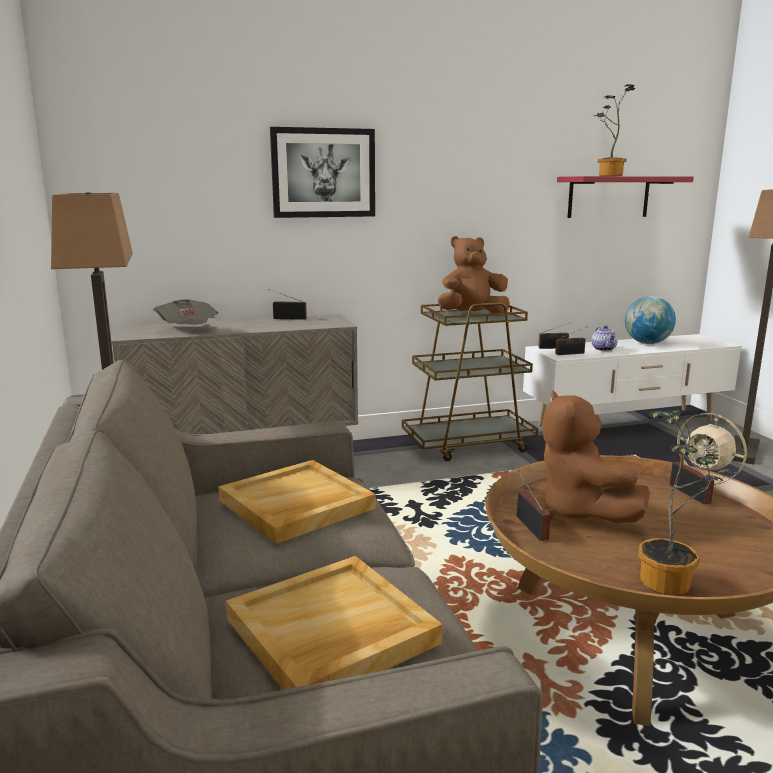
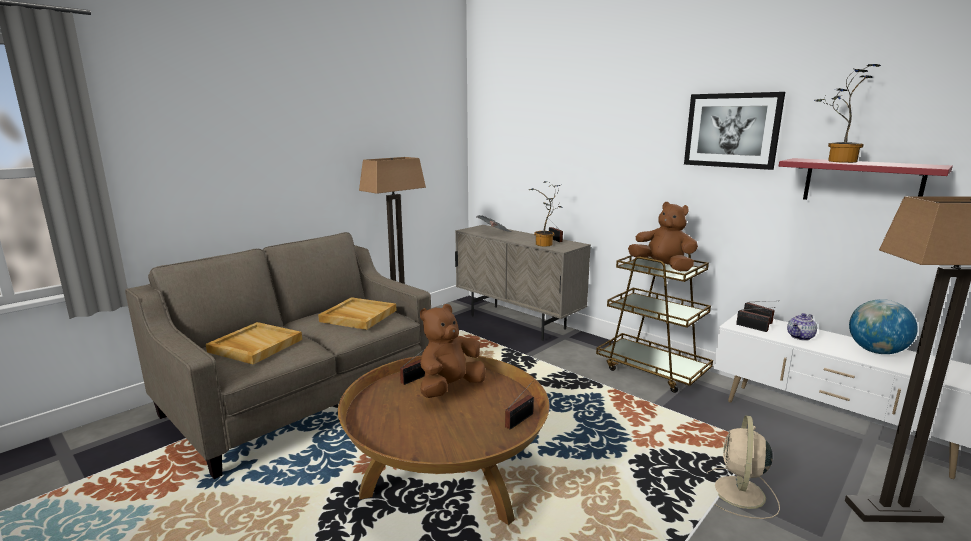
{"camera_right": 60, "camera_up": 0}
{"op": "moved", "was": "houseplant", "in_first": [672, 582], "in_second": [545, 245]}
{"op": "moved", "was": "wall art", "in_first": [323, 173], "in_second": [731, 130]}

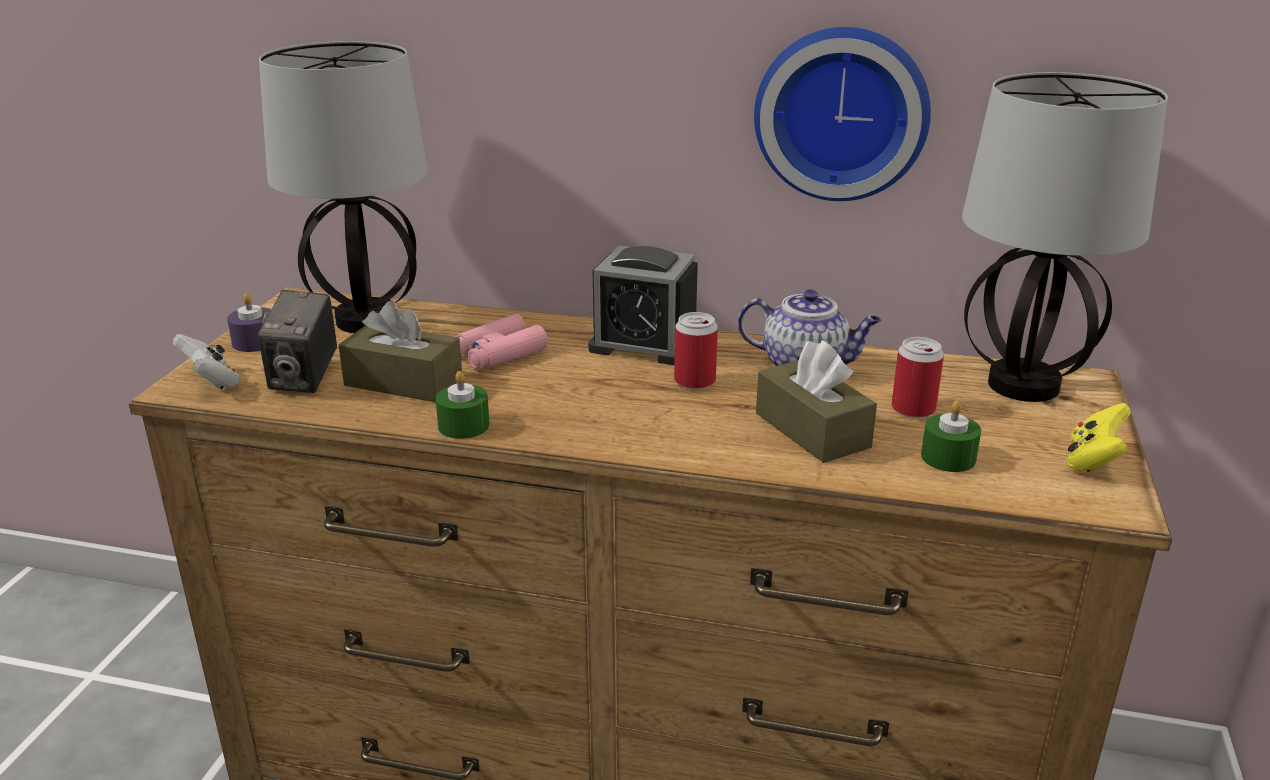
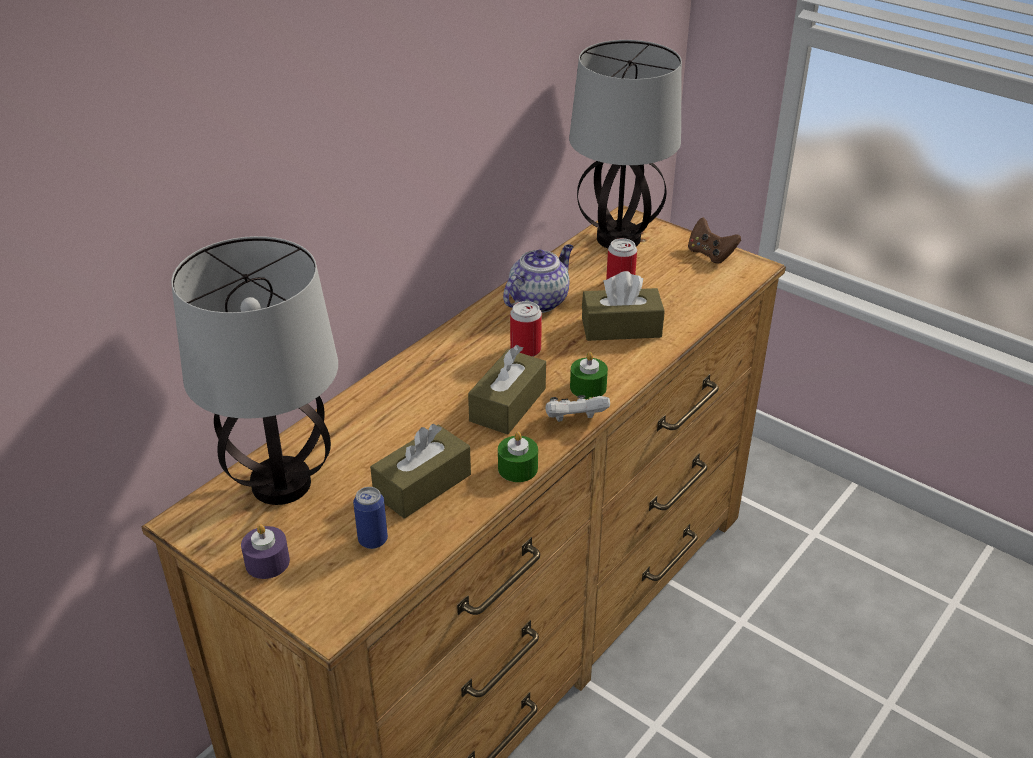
{"camera_right": -65, "camera_up": 10}
{"op": "replaced", "was": "photo camera", "now": "can", "in_first": [305, 378], "in_second": [373, 540]}
{"op": "added", "now": "brownish box of tissues", "in_second": [508, 405]}
{"op": "moved", "was": "white gamepad", "in_first": [212, 382], "in_second": [575, 420]}
{"op": "moved", "was": "green candle", "in_first": [948, 457], "in_second": [588, 387]}
{"op": "recoloured", "was": "yellow-coloured gamepad", "now": "brownish gamepad", "in_first": [1093, 461], "in_second": [710, 254]}
{"op": "removed", "was": "pink pair of binoculars", "in_first": [497, 353]}
{"op": "removed", "was": "alarm clock", "in_first": [644, 344]}
{"op": "removed", "was": "hanging clock", "in_first": [841, 113]}

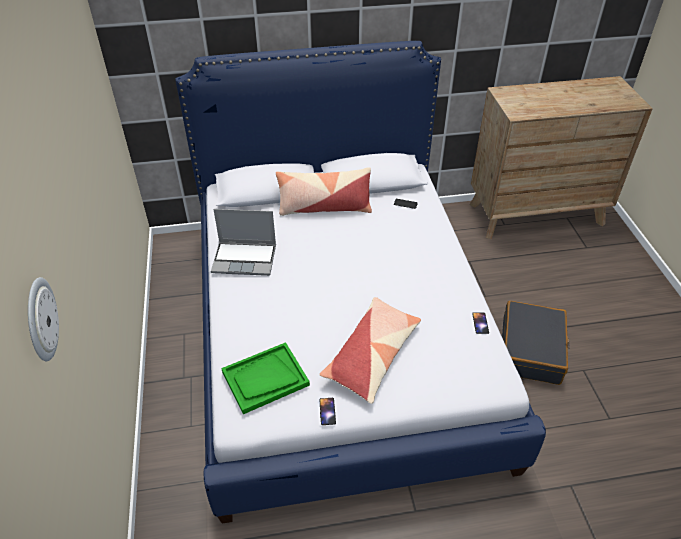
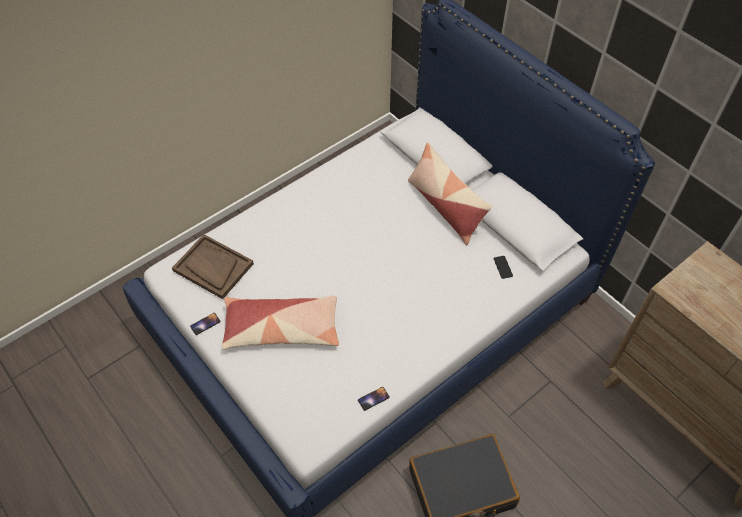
{"camera_right": 60, "camera_up": 10}
{"op": "recoloured", "was": "green serving tray", "now": "brownish serving tray", "in_first": [265, 379], "in_second": [213, 267]}
{"op": "removed", "was": "hanging clock", "in_first": [40, 319]}
{"op": "removed", "was": "portable computer", "in_first": [245, 259]}

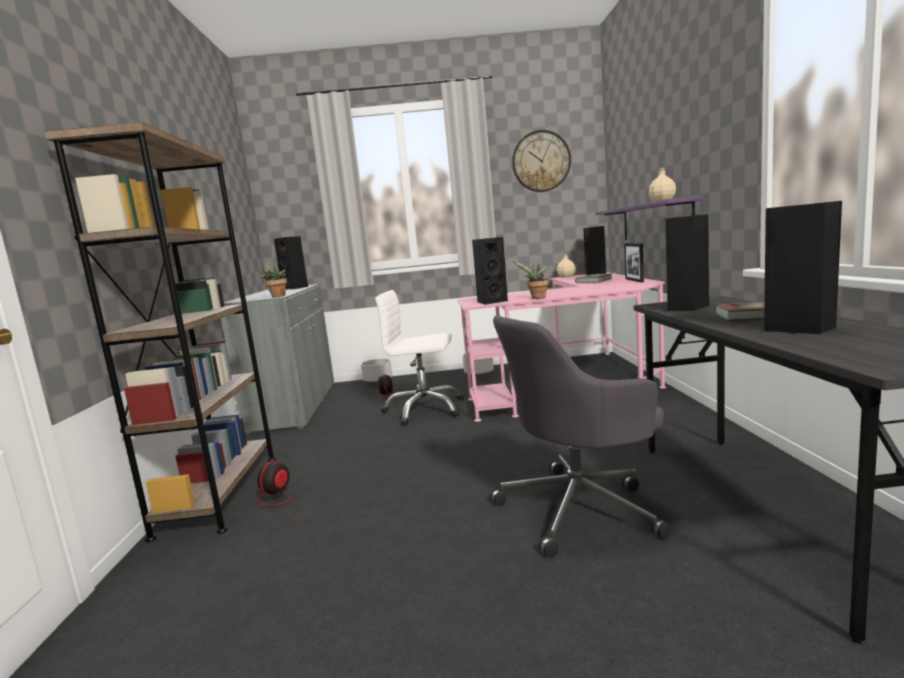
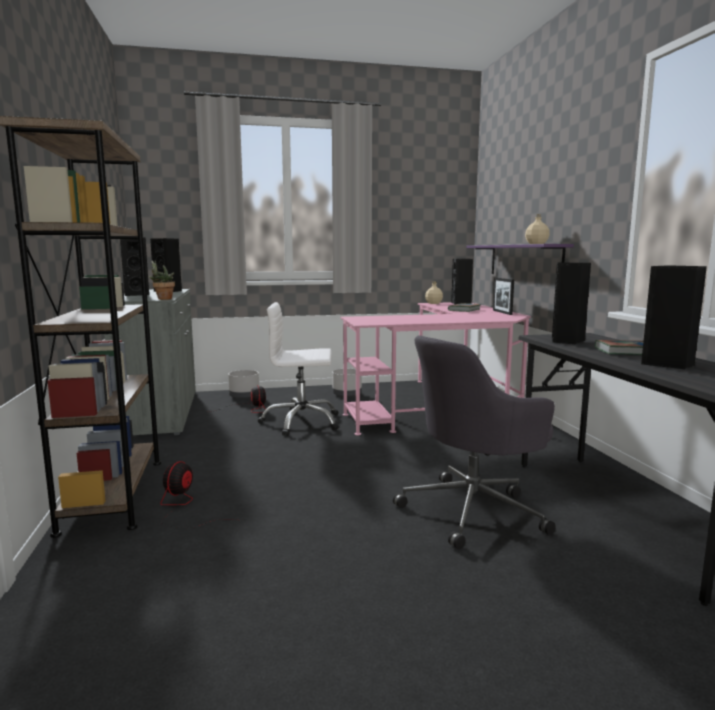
{"camera_right": -10, "camera_up": 0}
{"op": "moved", "was": "black-coloured audio speaker", "in_first": [491, 302], "in_second": [135, 294]}
{"op": "removed", "was": "hanging clock", "in_first": [541, 161]}
{"op": "removed", "was": "houseplant", "in_first": [537, 298]}

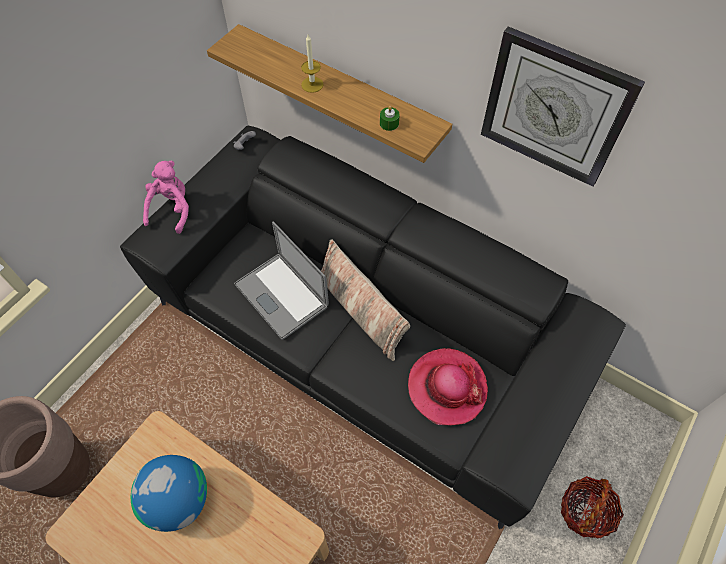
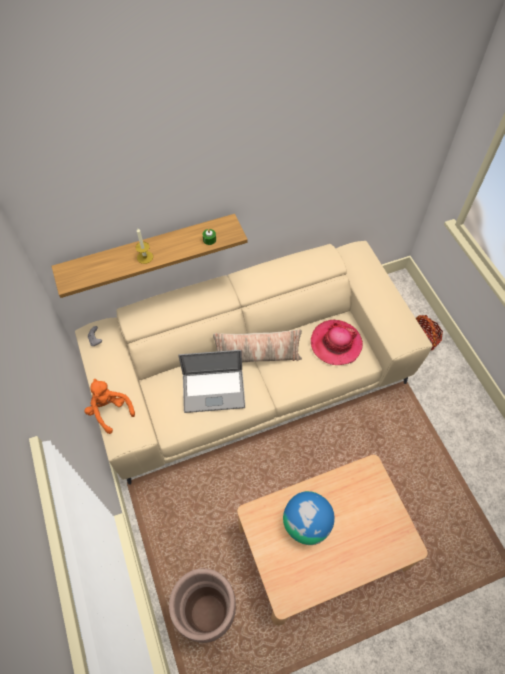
{"camera_right": -55, "camera_up": 0}
{"op": "recoloured", "was": "black-coloured sofa", "now": "beige sofa", "in_first": [364, 340], "in_second": [252, 379]}
{"op": "recoloured", "was": "pink plush toy", "now": "orange plush toy", "in_first": [172, 209], "in_second": [110, 410]}
{"op": "removed", "was": "hanging clock", "in_first": [554, 108]}

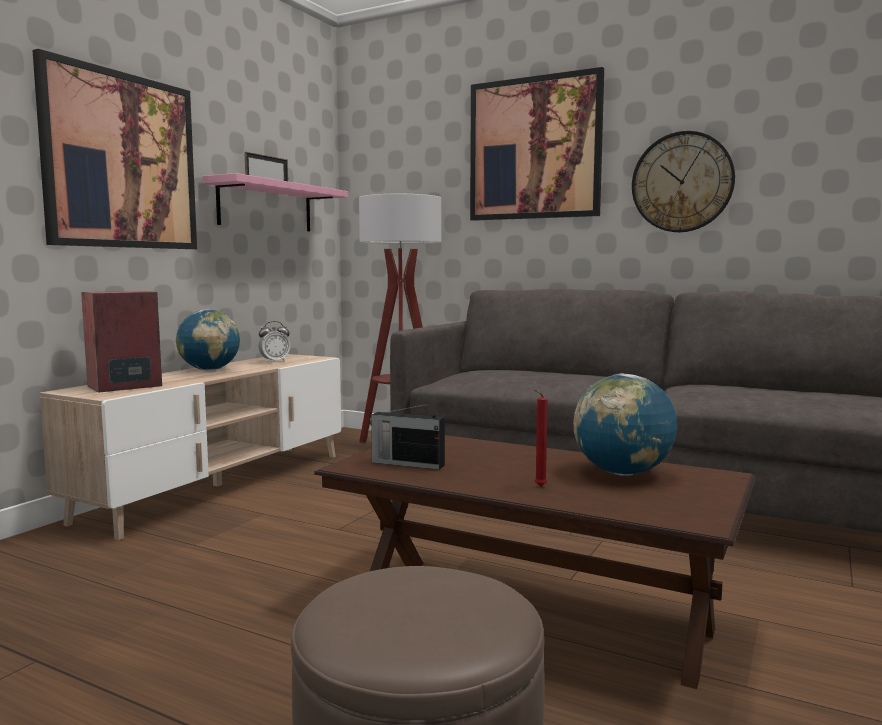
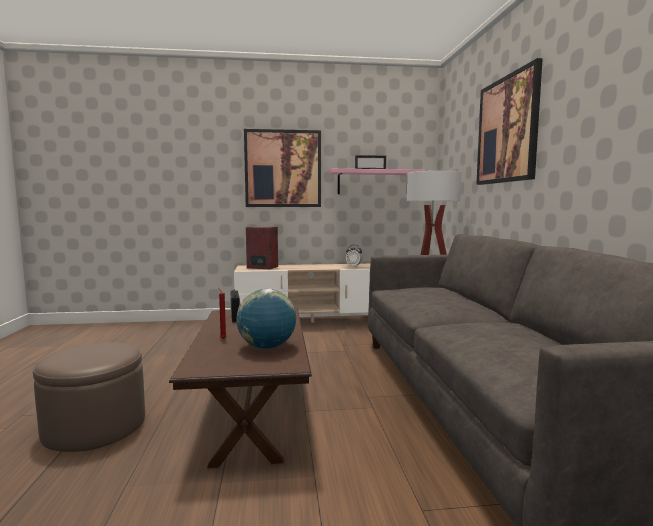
{"camera_right": 55, "camera_up": 0}
{"op": "removed", "was": "desk globe", "in_first": [209, 370]}
{"op": "removed", "was": "hanging clock", "in_first": [682, 182]}

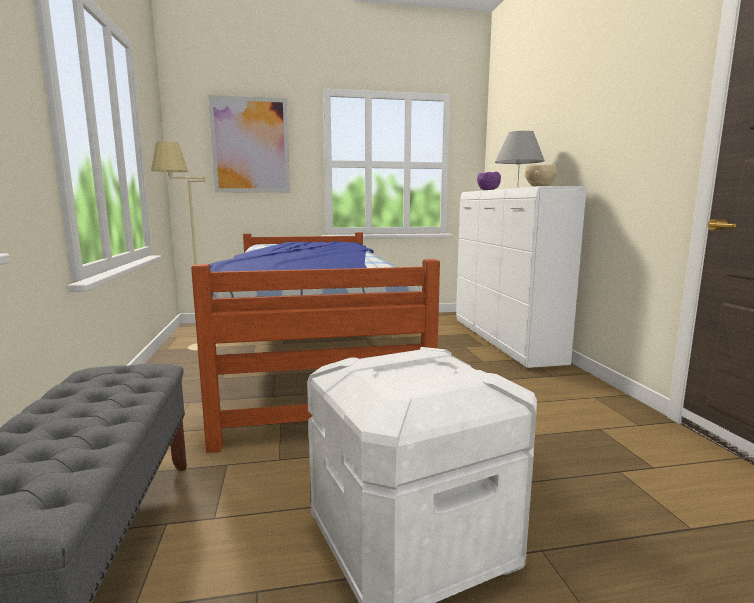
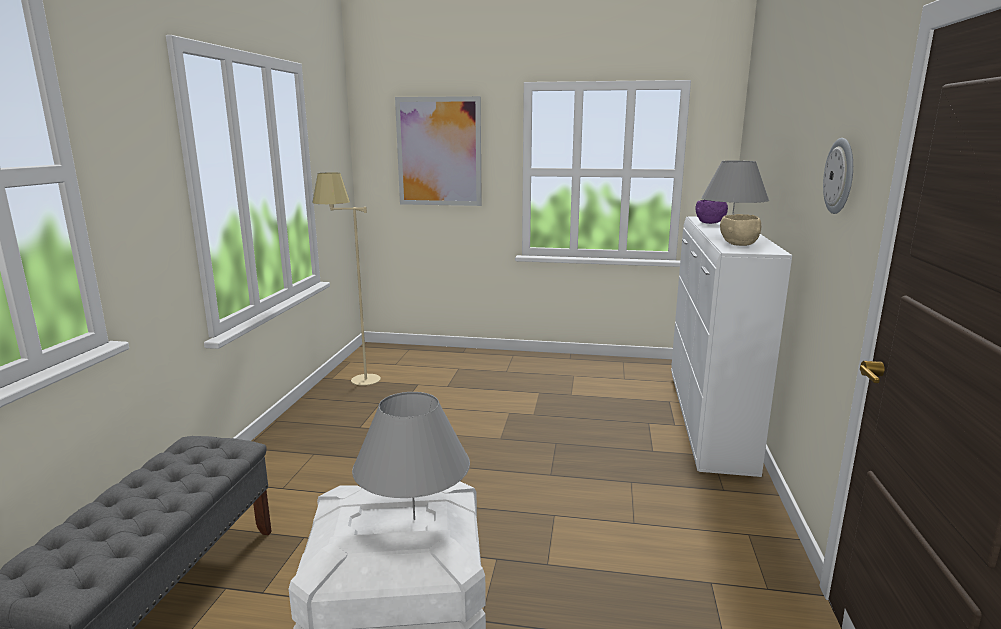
{"camera_right": 20, "camera_up": 5}
{"op": "added", "now": "grey table lamp", "in_second": [414, 519]}
{"op": "added", "now": "hanging clock", "in_second": [840, 176]}
{"op": "removed", "was": "bedroom bed", "in_first": [311, 362]}

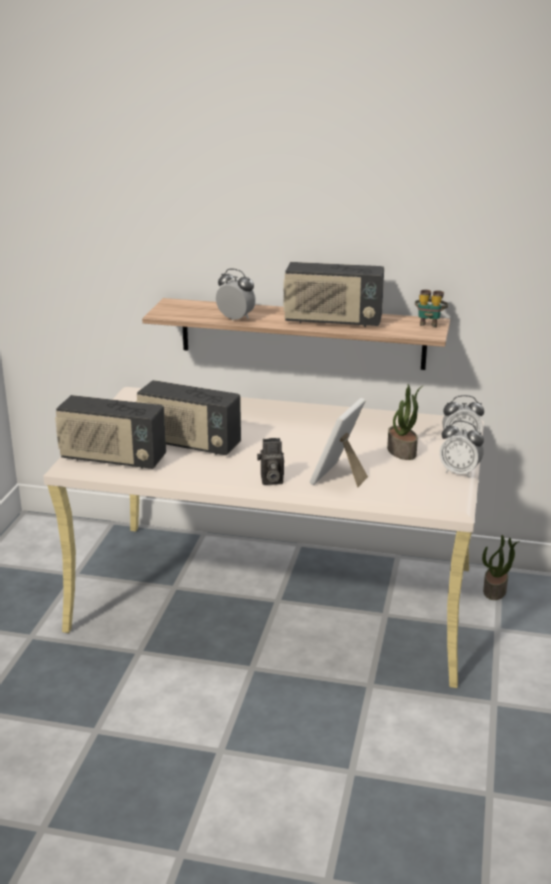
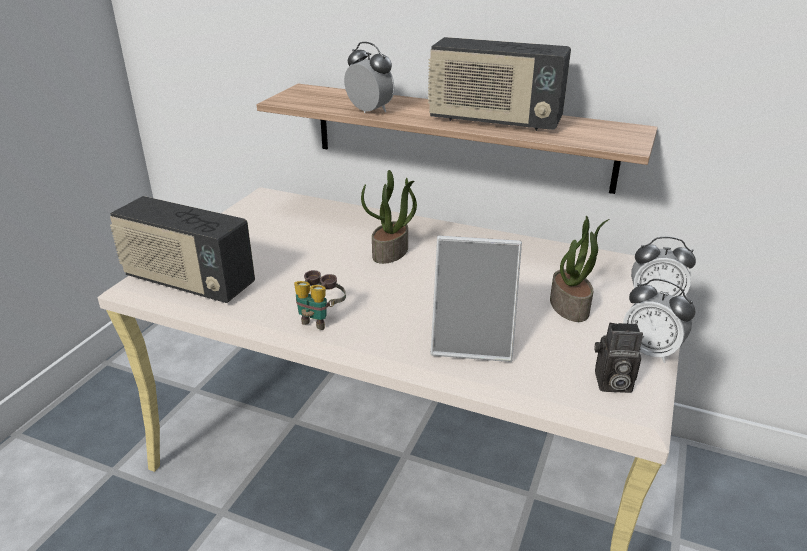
{"camera_right": 10, "camera_up": 5}
{"op": "moved", "was": "pair of binoculars", "in_first": [429, 323], "in_second": [320, 319]}
{"op": "moved", "was": "houseplant", "in_first": [495, 590], "in_second": [390, 253]}
{"op": "turned", "was": "standing frame", "in_first": [339, 477], "in_second": [473, 342], "clockwise": -120}
{"op": "moved", "was": "photo camera", "in_first": [270, 480], "in_second": [611, 383]}
{"op": "removed", "was": "radio set", "in_first": [189, 444]}

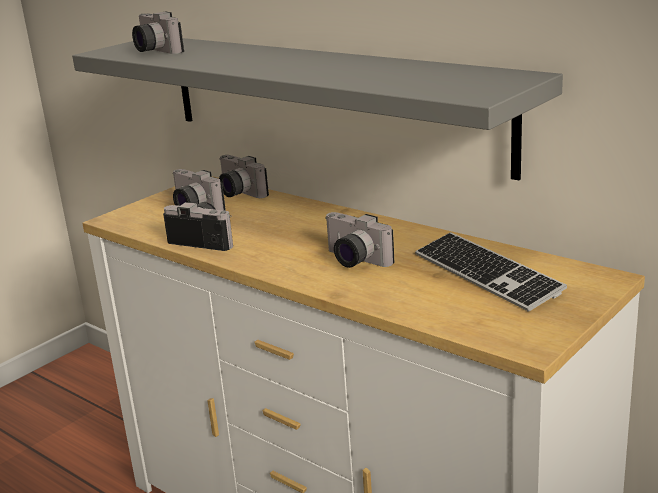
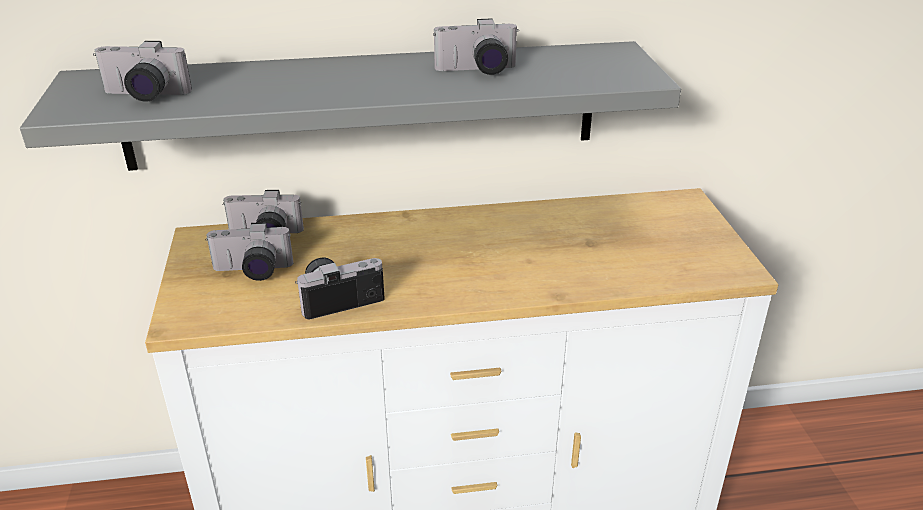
{"camera_right": -50, "camera_up": 10}
{"op": "moved", "was": "photo camera", "in_first": [352, 260], "in_second": [477, 71]}
{"op": "removed", "was": "keyboard", "in_first": [486, 274]}

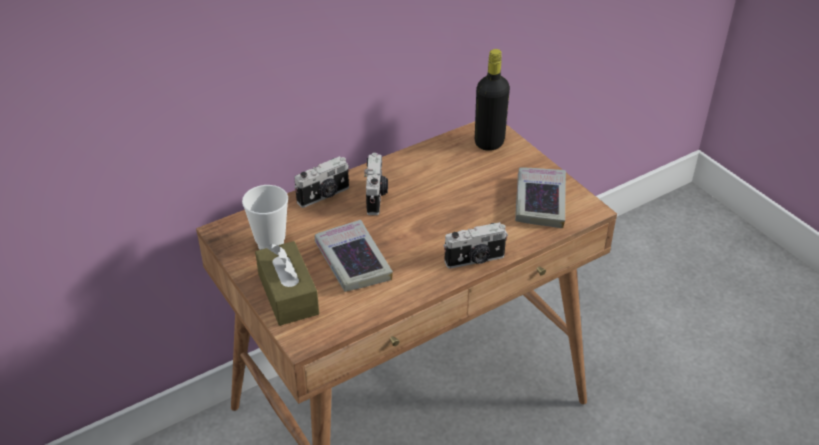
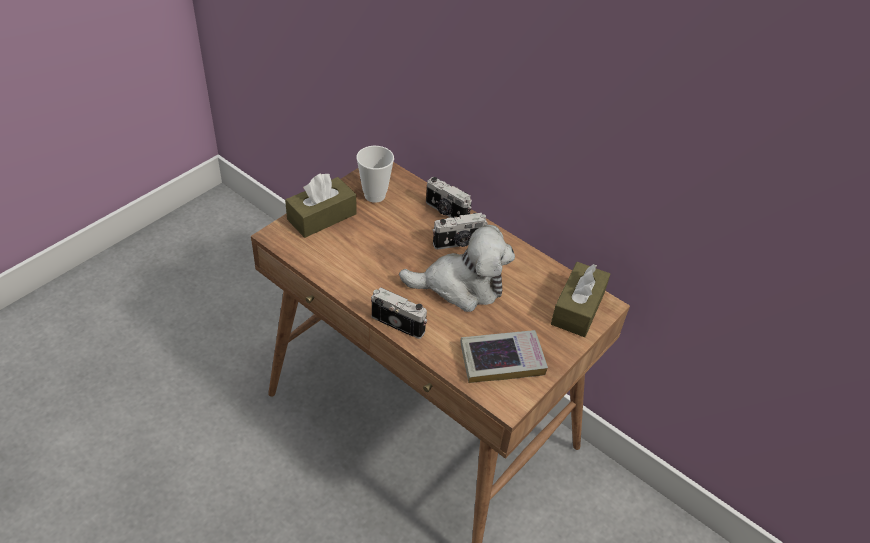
{"camera_right": 70, "camera_up": 5}
{"op": "turned", "was": "photo camera", "in_first": [475, 260], "in_second": [399, 322], "clockwise": 150}
{"op": "added", "now": "plush toy", "in_second": [461, 286]}
{"op": "replaced", "was": "black-coloured drink bottle", "now": "brownish box of tissues", "in_first": [489, 143], "in_second": [578, 308]}
{"op": "removed", "was": "volume", "in_first": [352, 261]}

